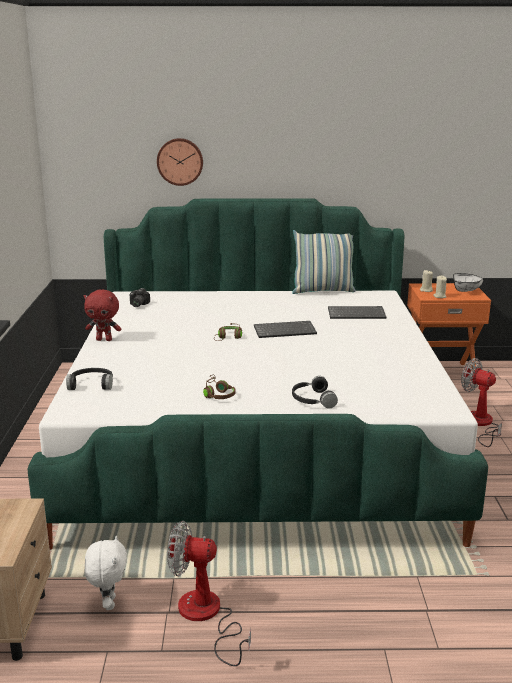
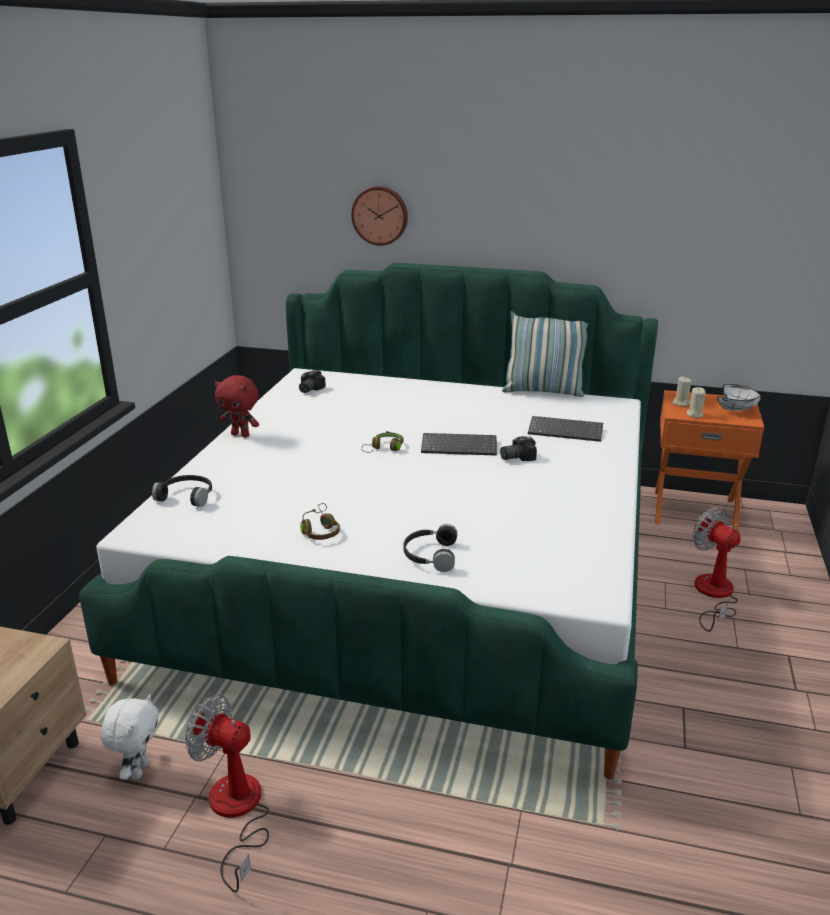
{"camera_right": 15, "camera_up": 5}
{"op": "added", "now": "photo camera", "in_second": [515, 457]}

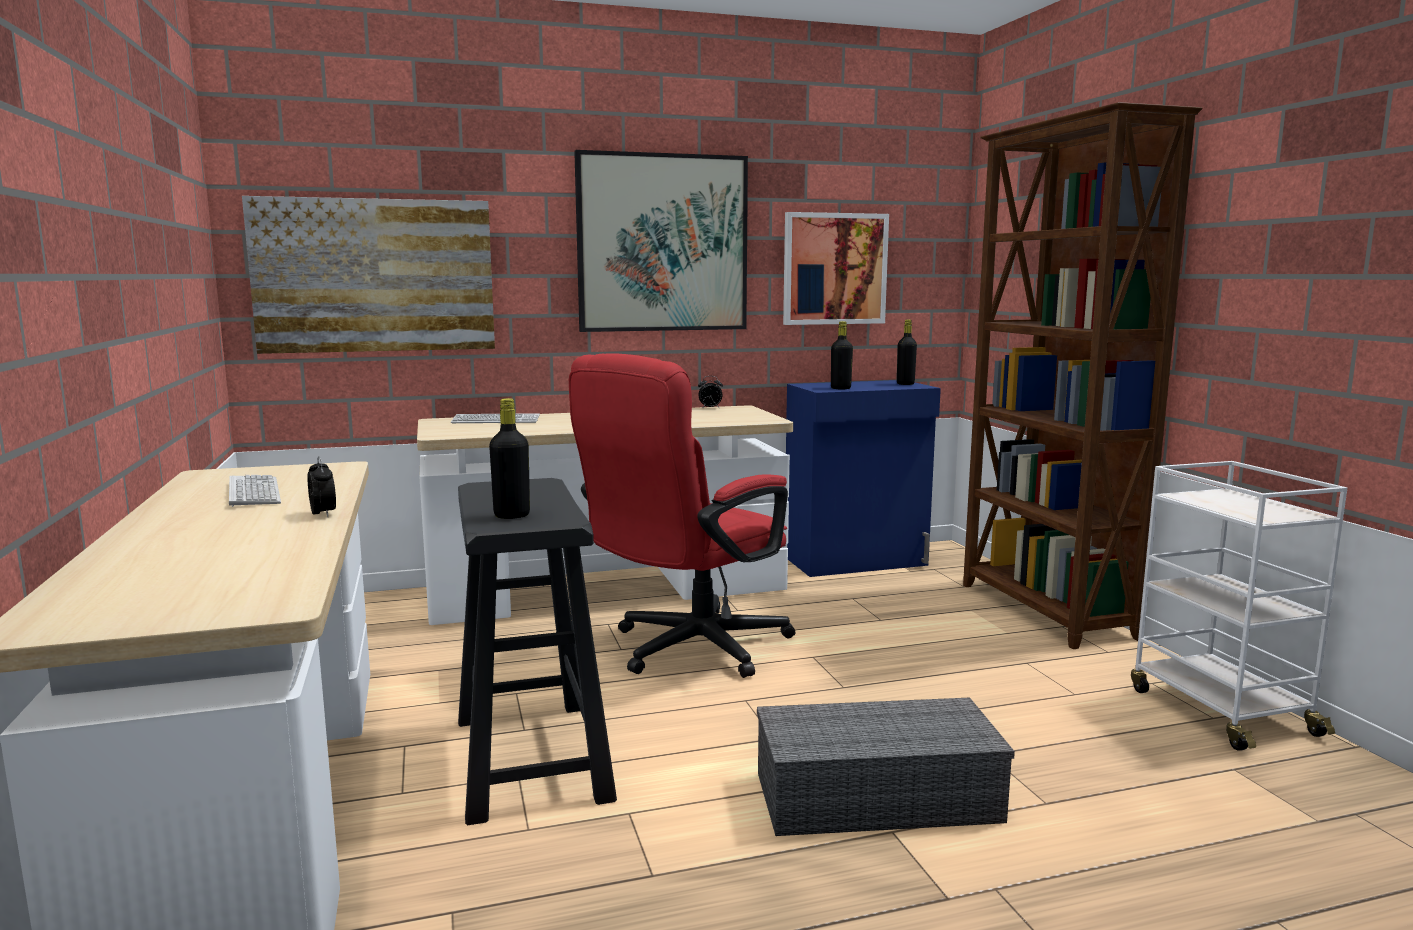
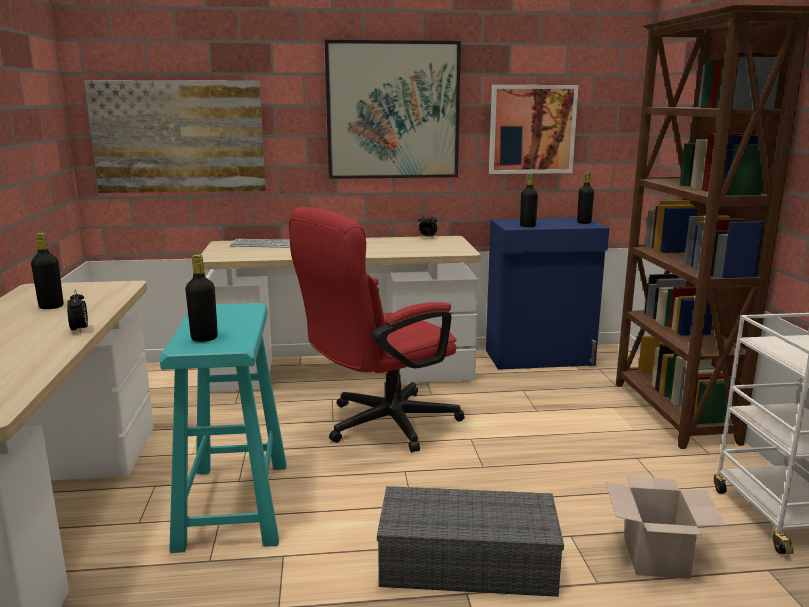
{"camera_right": 10, "camera_up": 5}
{"op": "replaced", "was": "keyboard", "now": "black-coloured drink bottle", "in_first": [254, 492], "in_second": [51, 307]}
{"op": "recoloured", "was": "black-coloured sitting stool", "now": "blue-green sitting stool", "in_first": [531, 759], "in_second": [233, 505]}
{"op": "added", "now": "packing box", "in_second": [657, 558]}

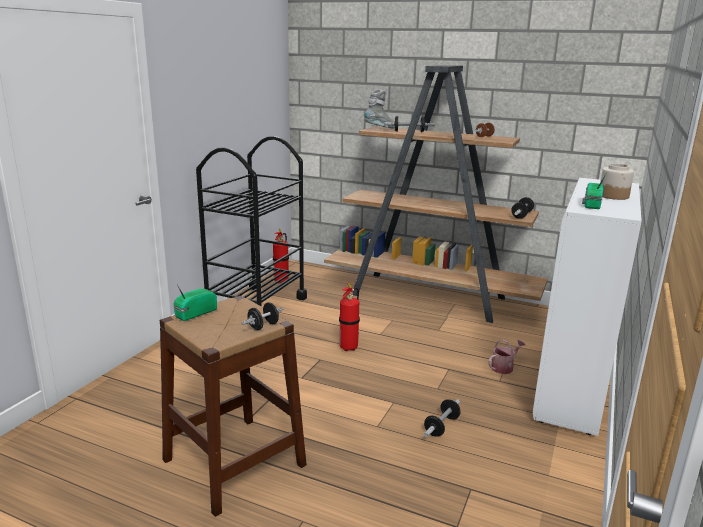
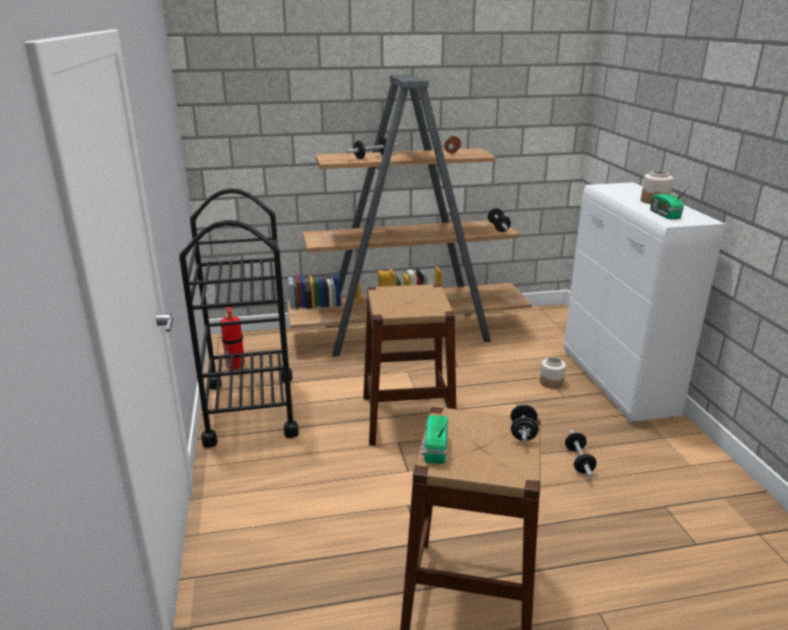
{"camera_right": -35, "camera_up": 5}
{"op": "replaced", "was": "extinguisher", "now": "brownish sitting stool", "in_first": [349, 347], "in_second": [408, 417]}
{"op": "replaced", "was": "sprinkling can", "now": "storage jar", "in_first": [504, 367], "in_second": [551, 382]}
{"op": "removed", "was": "grey high-top boot", "in_first": [381, 129]}

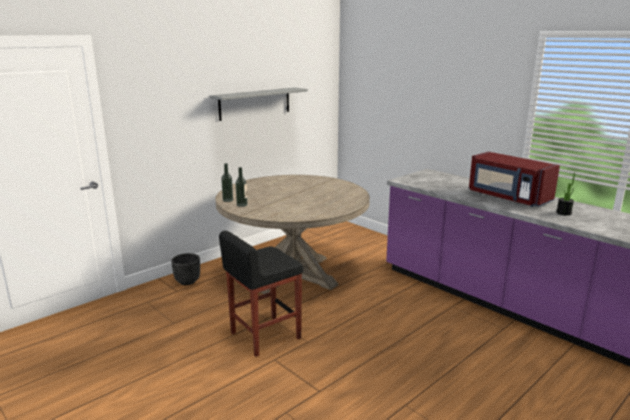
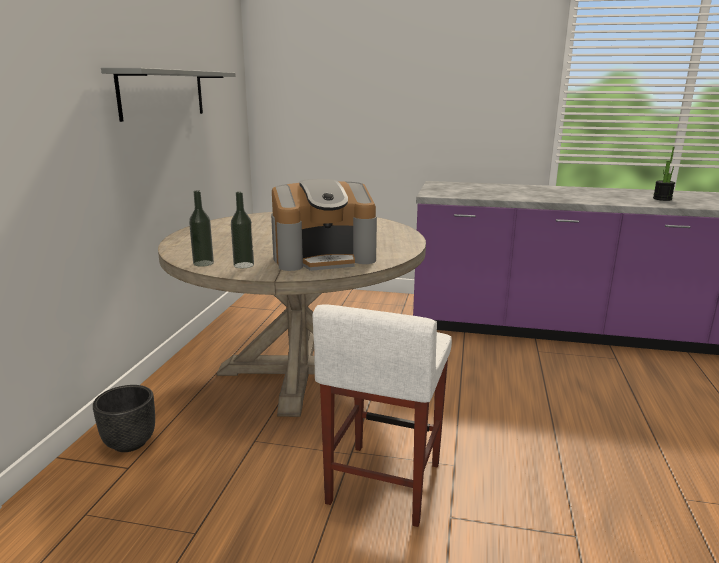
{"camera_right": -35, "camera_up": 0}
{"op": "added", "now": "coffee maker", "in_second": [324, 257]}
{"op": "recoloured", "was": "black-coloured sitting stool", "now": "white sitting stool", "in_first": [264, 336], "in_second": [383, 484]}
{"op": "removed", "was": "reddish kitchen microwave", "in_first": [507, 197]}

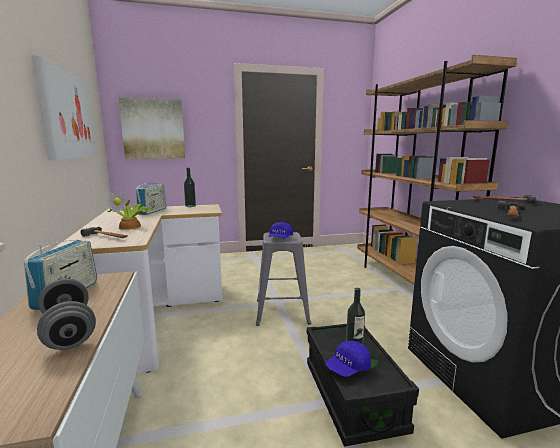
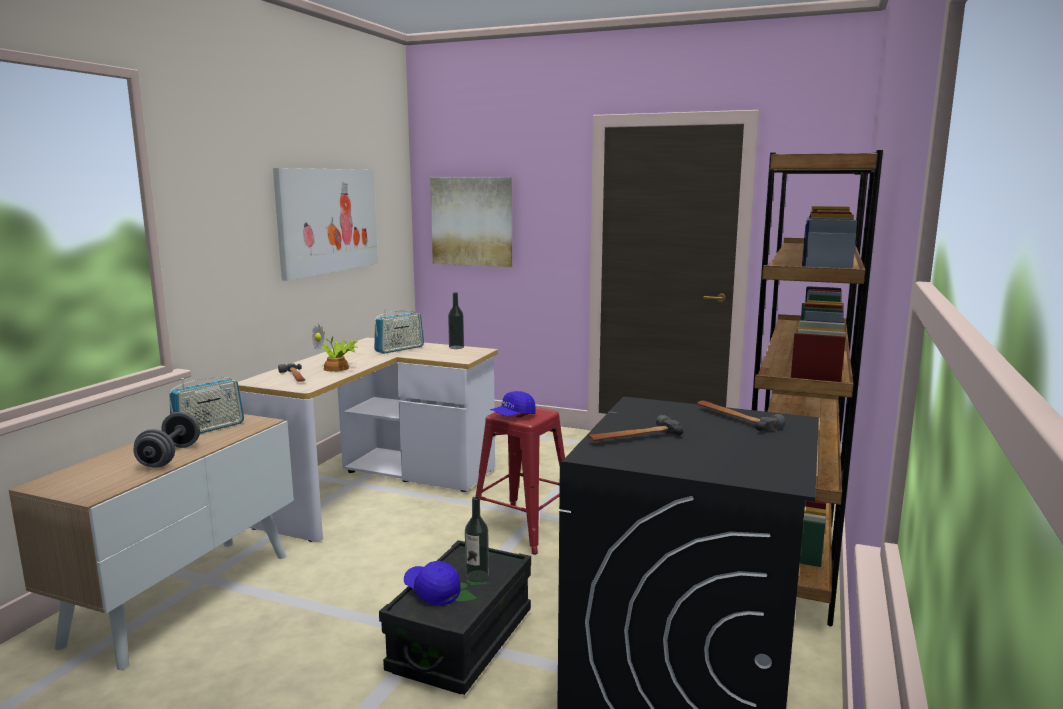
{"camera_right": 35, "camera_up": 0}
{"op": "turned", "was": "blue baseball cap", "in_first": [347, 368], "in_second": [432, 591], "clockwise": 45}
{"op": "recoloured", "was": "grey sitting stool", "now": "reddish sitting stool", "in_first": [282, 311], "in_second": [523, 528]}

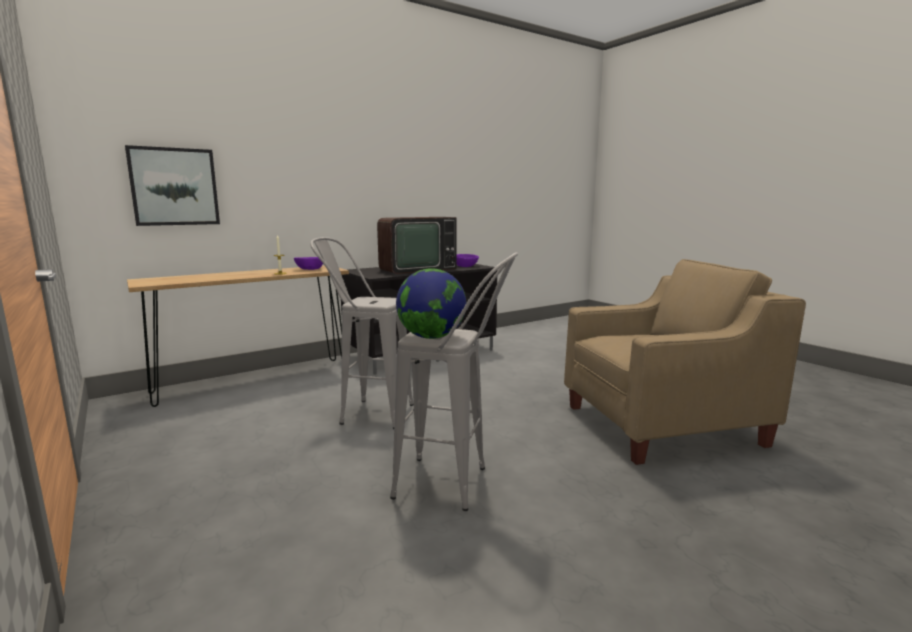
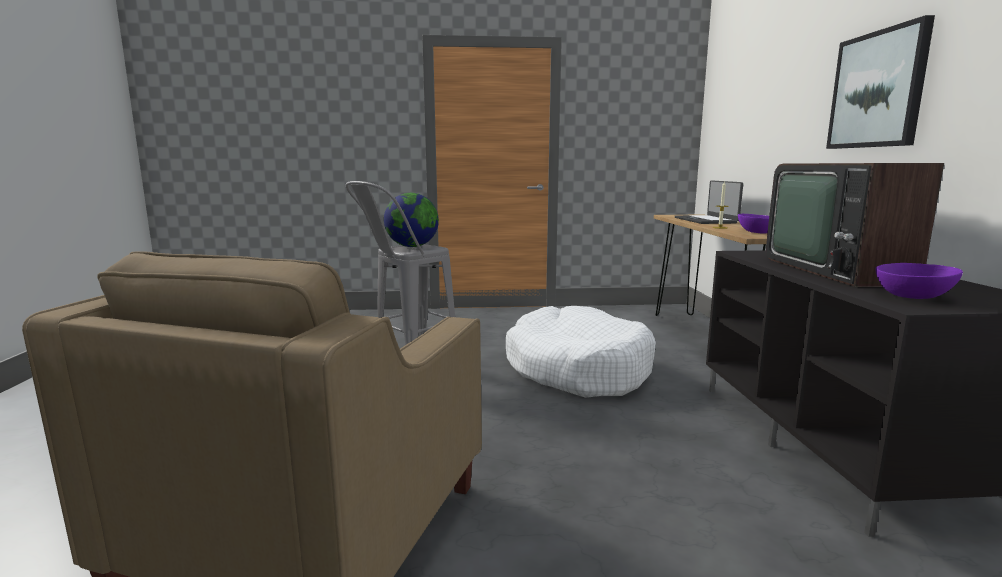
{"camera_right": 120, "camera_up": 0}
{"op": "replaced", "was": "grey sitting stool", "now": "white pet bed", "in_first": [366, 413], "in_second": [577, 369]}
{"op": "added", "now": "portable computer", "in_second": [706, 220]}
{"op": "moved", "was": "wall art", "in_first": [174, 187], "in_second": [878, 90]}

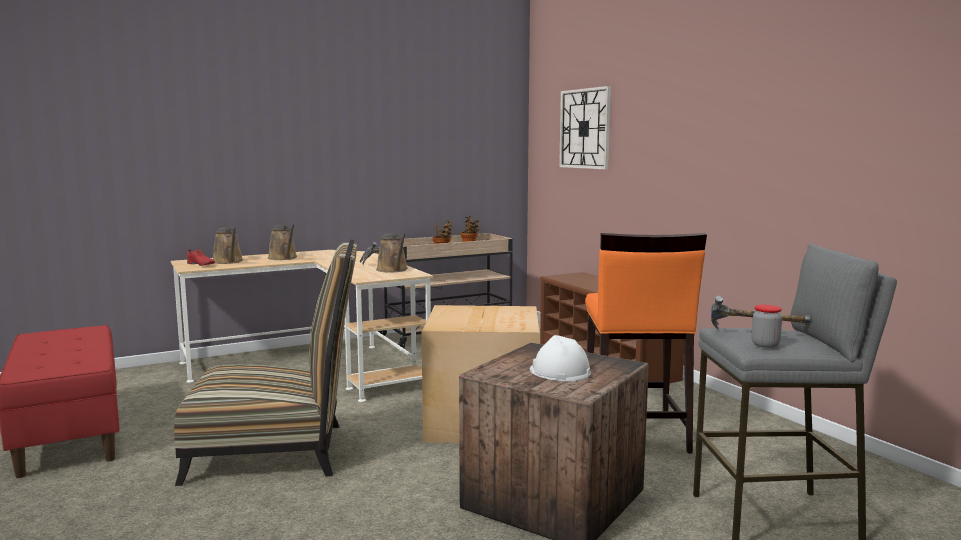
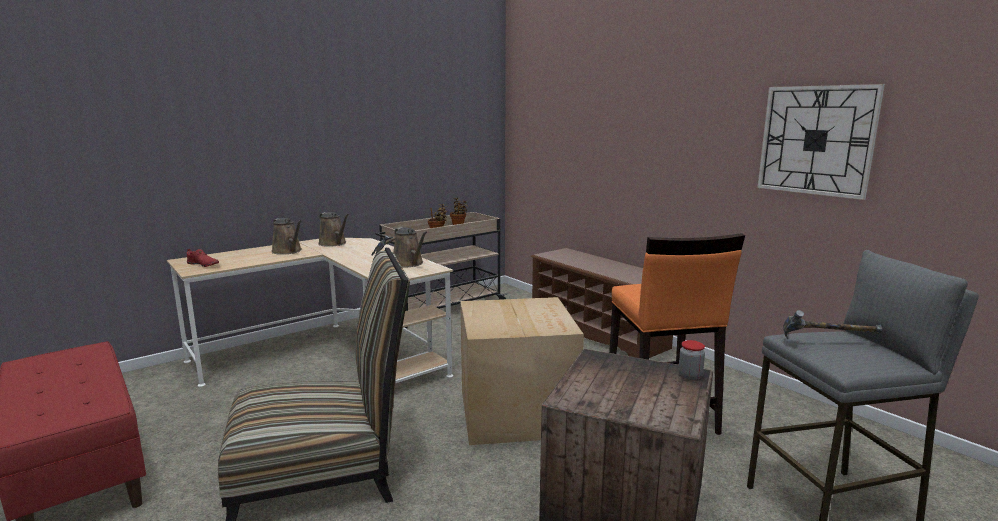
{"camera_right": -10, "camera_up": 5}
{"op": "moved", "was": "brownish sprinkling can", "in_first": [228, 262], "in_second": [334, 243]}
{"op": "moved", "was": "storage jar", "in_first": [765, 345], "in_second": [690, 375]}
{"op": "moved", "was": "hanging clock", "in_first": [585, 128], "in_second": [816, 140]}
{"op": "removed", "was": "white hard hat", "in_first": [559, 371]}

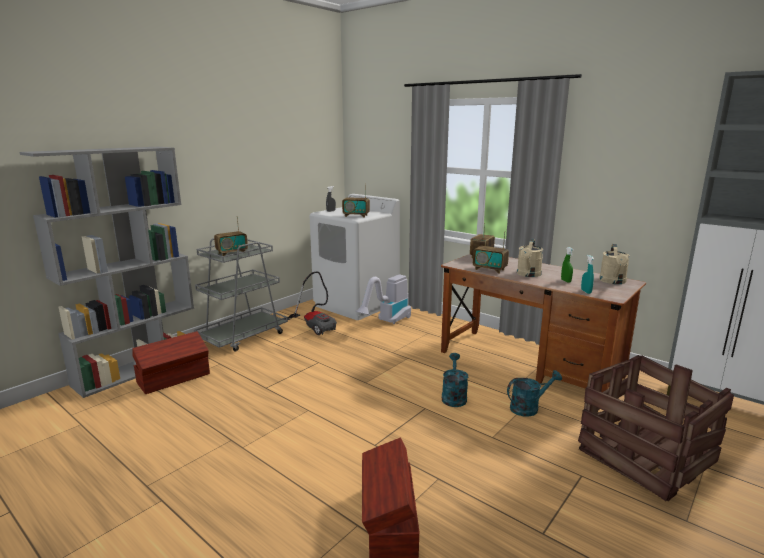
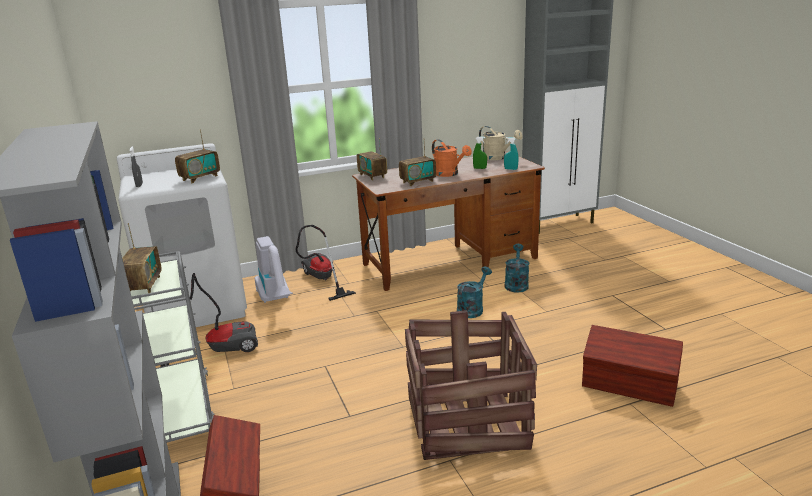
{"camera_right": -60, "camera_up": 5}
{"op": "added", "now": "hoover", "in_second": [321, 280]}
{"op": "moved", "was": "crate", "in_first": [644, 457], "in_second": [467, 421]}
{"op": "recoloured", "was": "beige sprinkling can", "now": "orange sprinkling can", "in_first": [528, 275], "in_second": [449, 174]}
{"op": "turned", "was": "blue-green sprinkling can", "in_first": [453, 396], "in_second": [472, 309], "clockwise": 90}

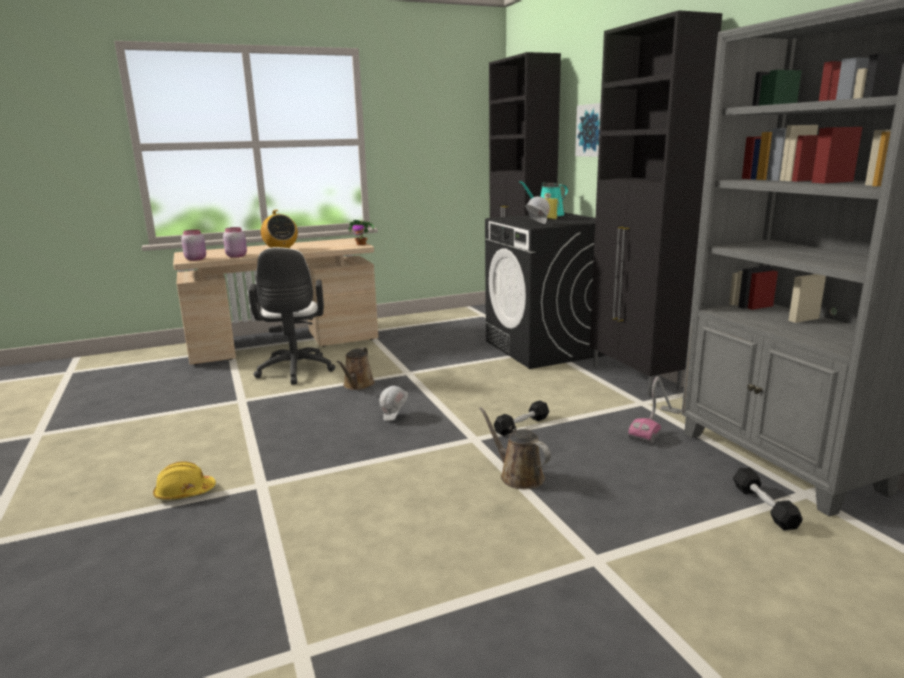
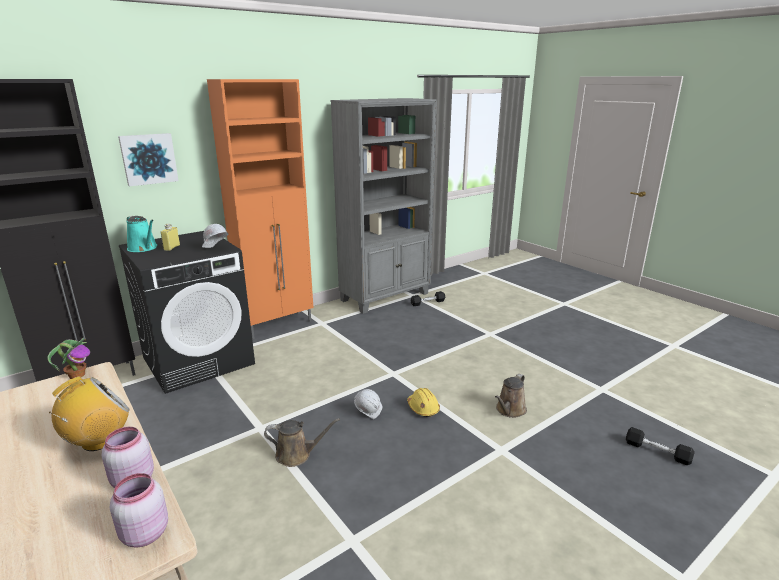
{"camera_right": -105, "camera_up": 5}
{"op": "recoloured", "was": "black-coloured cupboard", "now": "orange cupboard", "in_first": [635, 378], "in_second": [278, 325]}
{"op": "moved", "was": "yellow-coloured hard hat", "in_first": [184, 493], "in_second": [423, 408]}
{"op": "moved", "was": "brownish sprinkling can", "in_first": [518, 476], "in_second": [509, 410]}
{"op": "moved", "was": "black-coloured hand weight", "in_first": [521, 425], "in_second": [657, 452]}
{"op": "removed", "was": "white desk chair", "in_first": [295, 371]}
{"op": "removed", "was": "hoover", "in_first": [656, 425]}

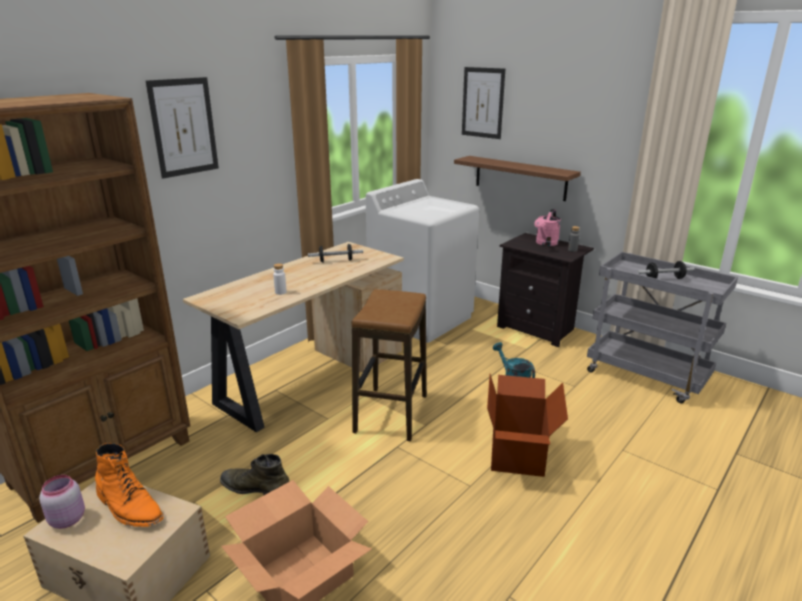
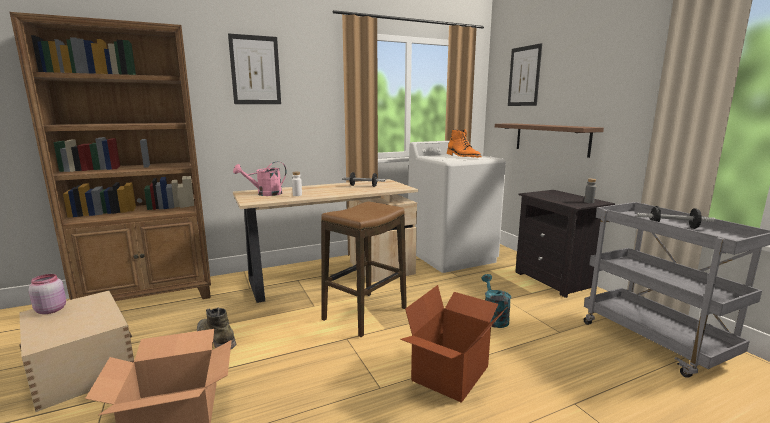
{"camera_right": 25, "camera_up": -10}
{"op": "moved", "was": "pink sprinkling can", "in_first": [545, 243], "in_second": [265, 194]}
{"op": "moved", "was": "orange high-top boot", "in_first": [129, 507], "in_second": [463, 157]}

